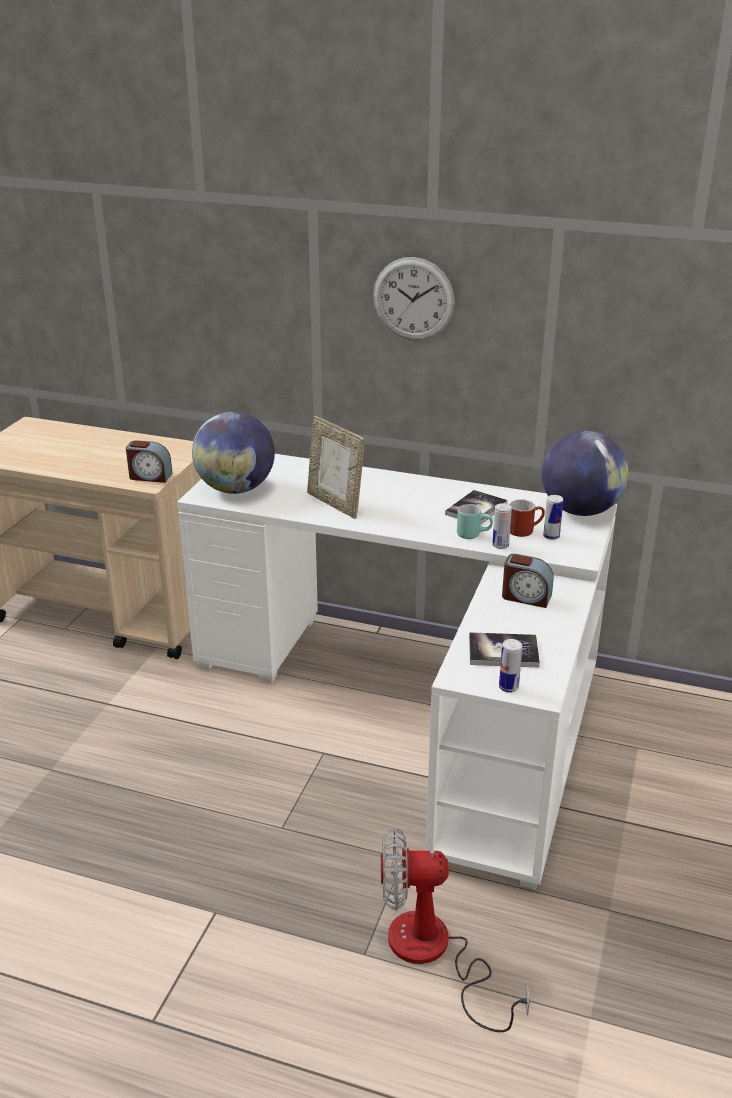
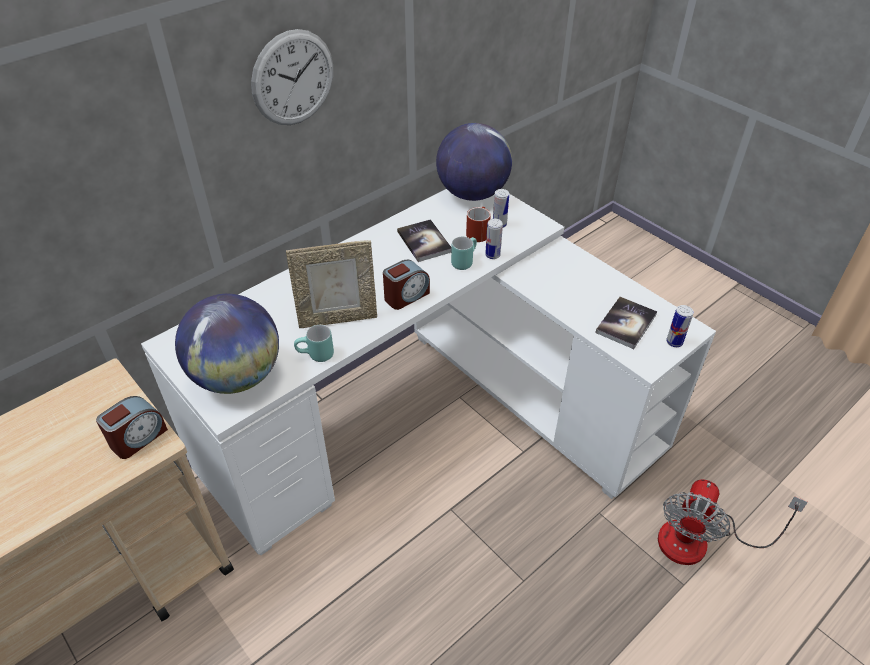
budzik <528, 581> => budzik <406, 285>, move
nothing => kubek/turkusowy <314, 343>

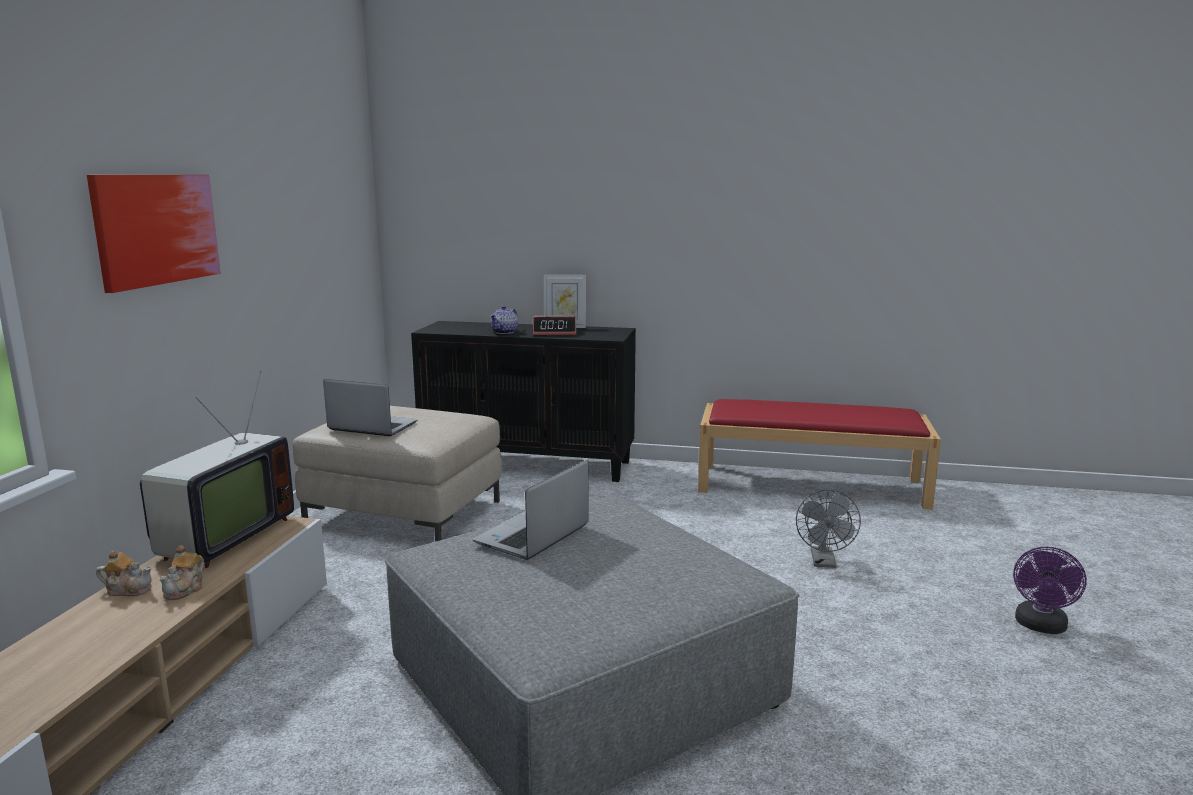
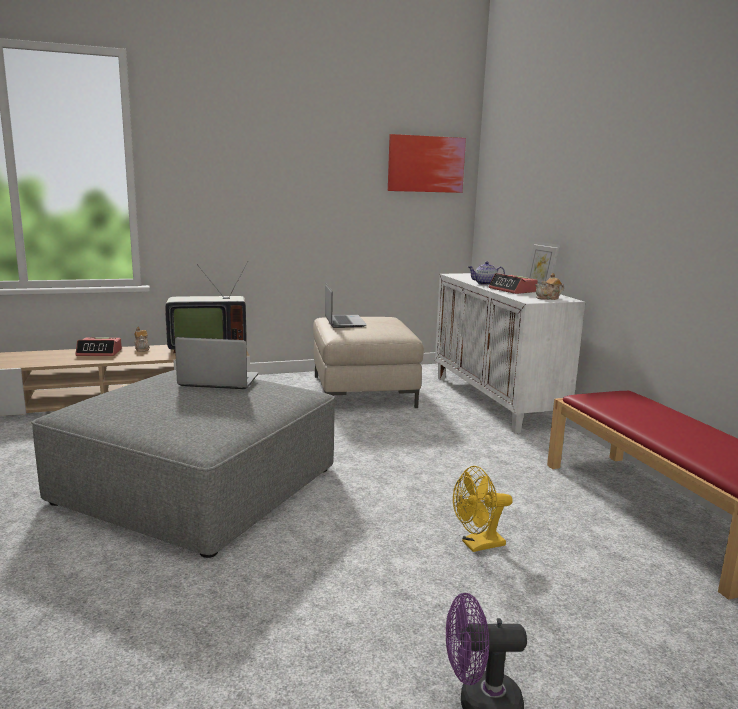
obraz <153, 234> => obraz <427, 163>, move
imbryk <181, 573> => imbryk <549, 286>, move
szafka/czarny <523, 401> => szafka/biały <510, 353>
wentylator/szary <828, 529> => wentylator/żółty <483, 509>
nothing => budzik <99, 347>

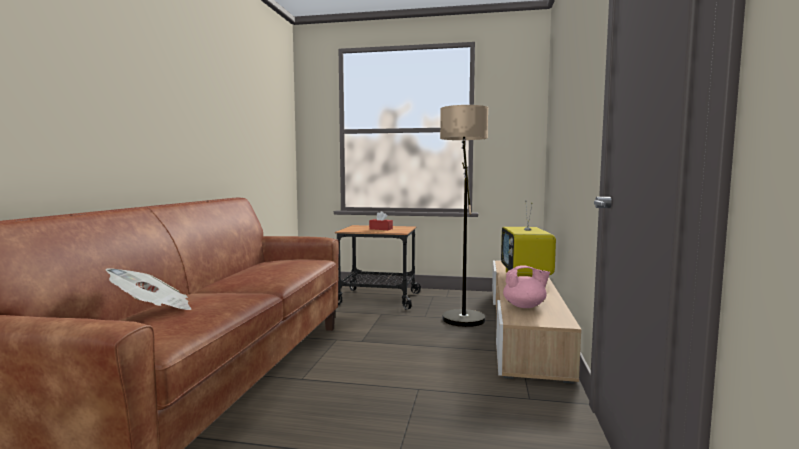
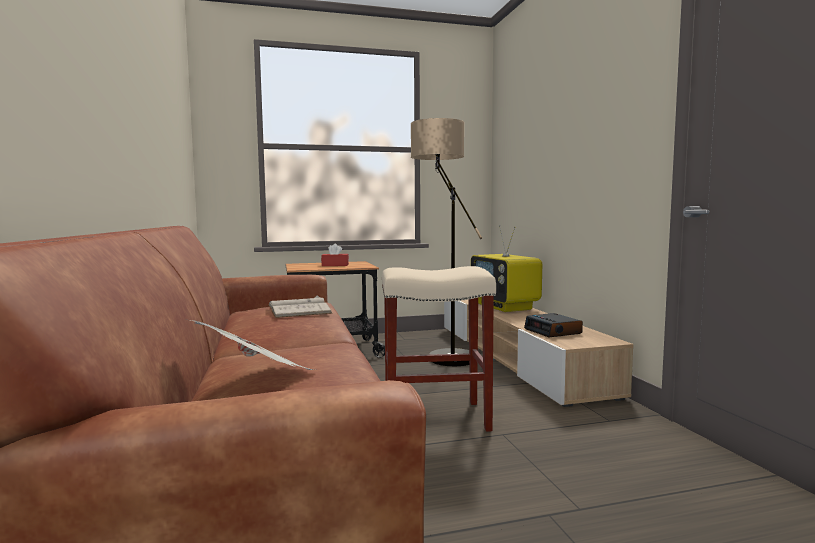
imbryk/różowy <526, 286> => budzik <553, 325>
nothing => książka/biały <300, 306>
nothing => stołek/beżowy <439, 349>

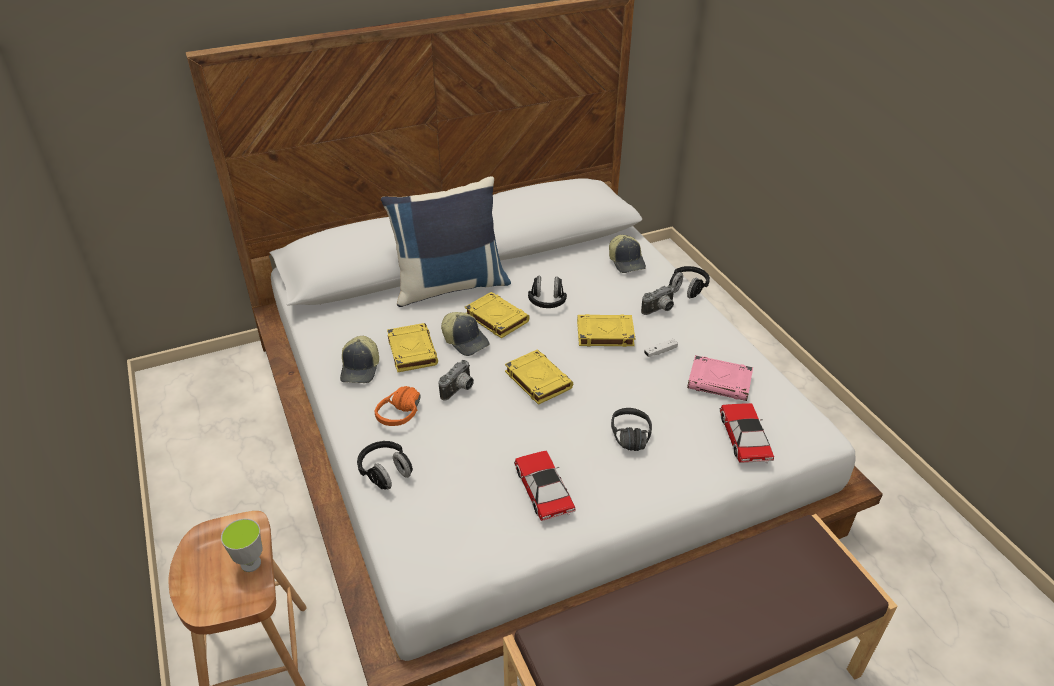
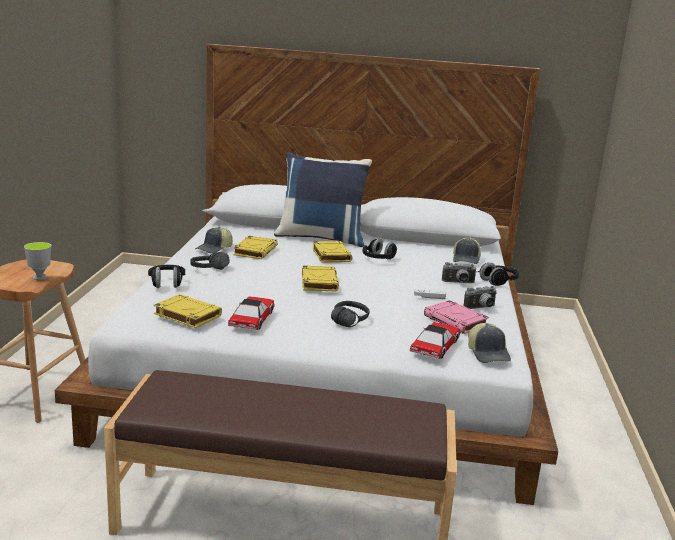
słuchawki/pomarańczowy <397, 406> => słuchawki/czarny <210, 261>
aparat fotograficzny <456, 380> => aparat fotograficzny <480, 297>, move
czapka z daszkiem <465, 334> => czapka z daszkiem <489, 343>, move
książka/żółty <606, 330> => książka/żółty <188, 311>, move

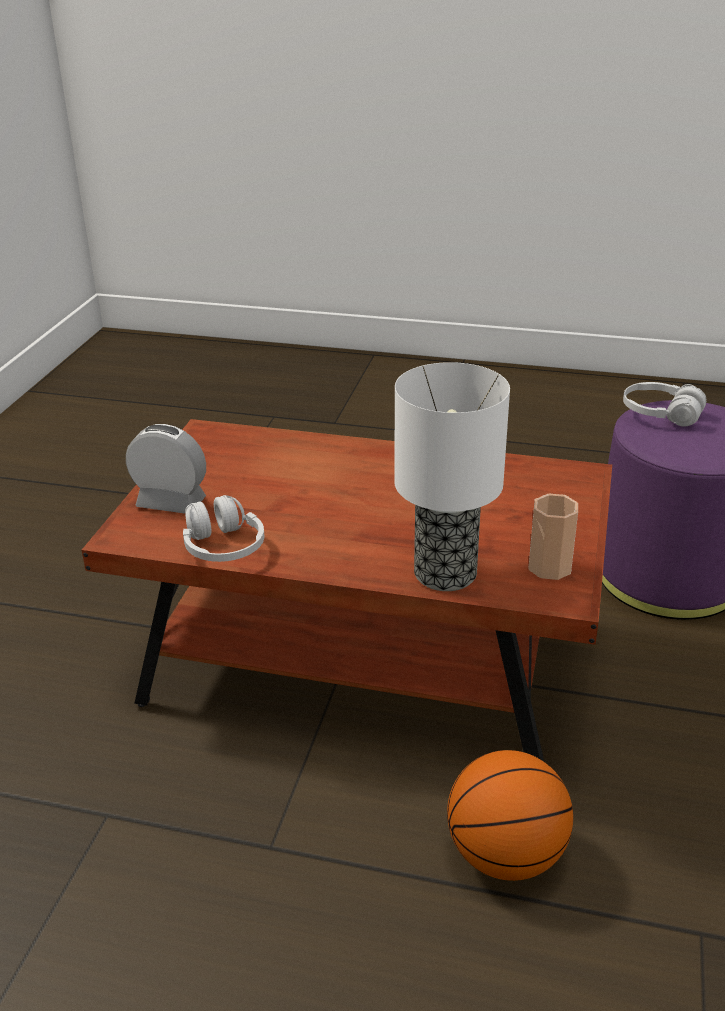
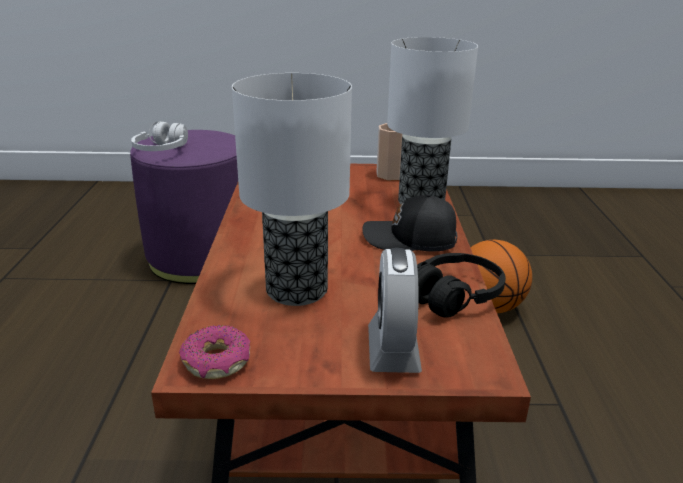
słuchawki/biały <224, 528> => słuchawki/czarny <461, 285>
nothing => donut <214, 352>
nothing => lampa stołowa <292, 189>
nothing => czapka z daszkiem/czarny <409, 223>

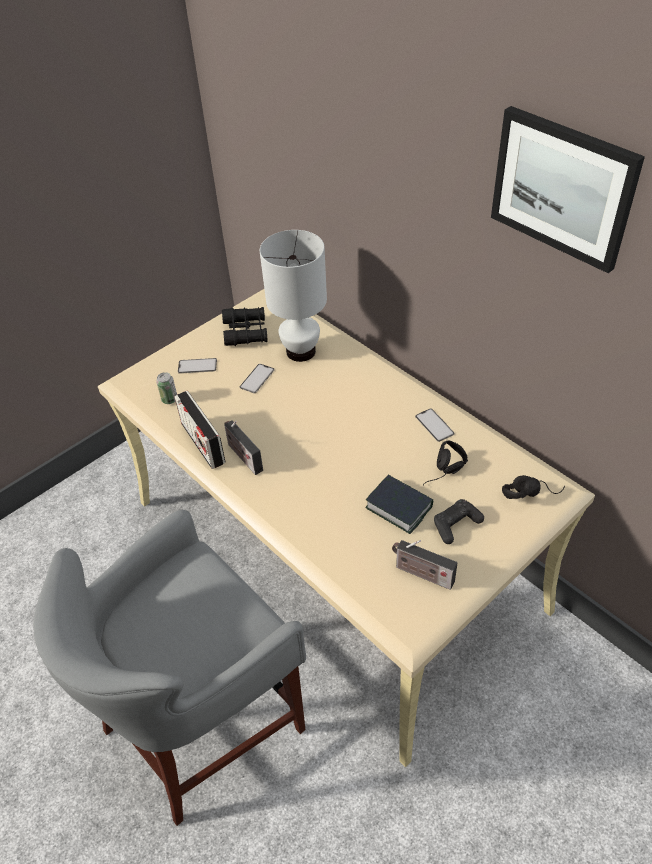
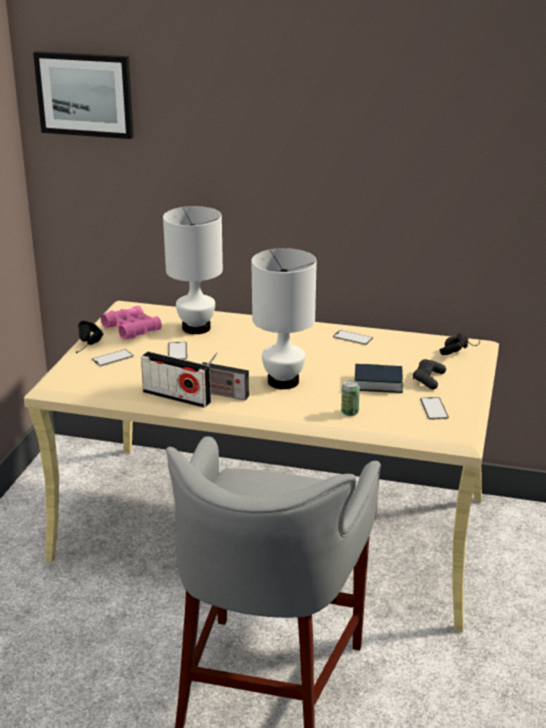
puszka <166, 388> => puszka <350, 398>, move
lornetka/czarny <245, 326> => lornetka/różowy <131, 323>
radio <424, 565> => telefon <434, 408>
słuchawki/czarny <445, 463> => słuchawki/czarny <89, 337>, move
obraz <568, 189> => obraz <83, 95>, move
nothing => lampa stołowa/biały <284, 318>

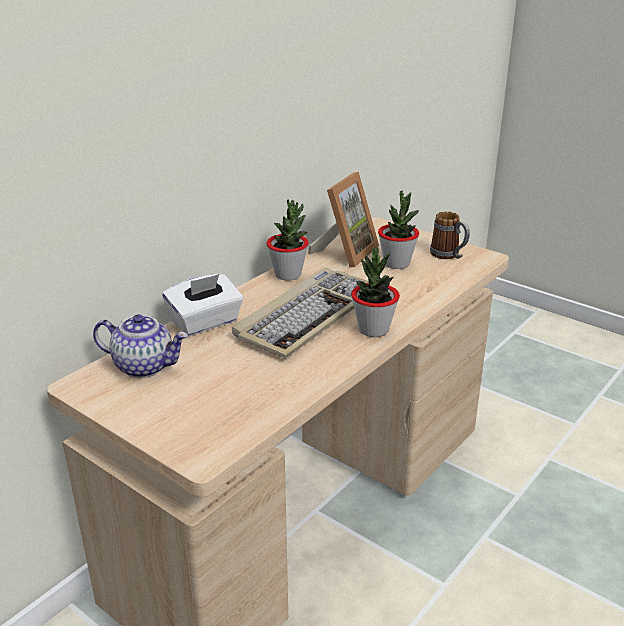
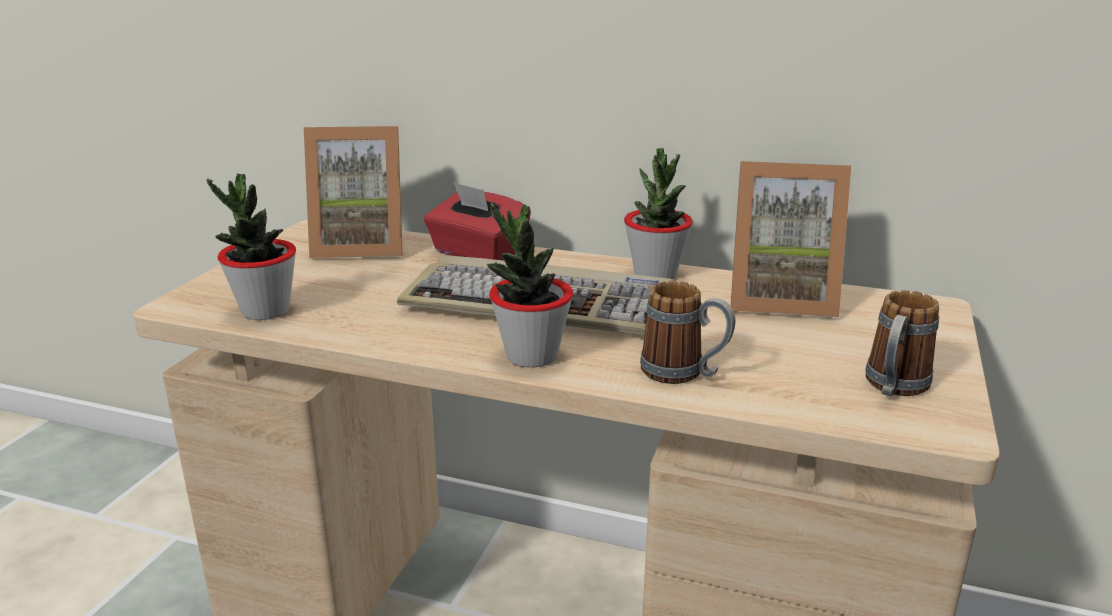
imbryk <140, 346> => ramka na zdjęcie <353, 192>
pudełko chusteczek/biały <203, 305> => pudełko chusteczek/czerwony <477, 221>
roślina doniczkowa <398, 229> => roślina doniczkowa <251, 247>, move
nothing => kubek <687, 332>

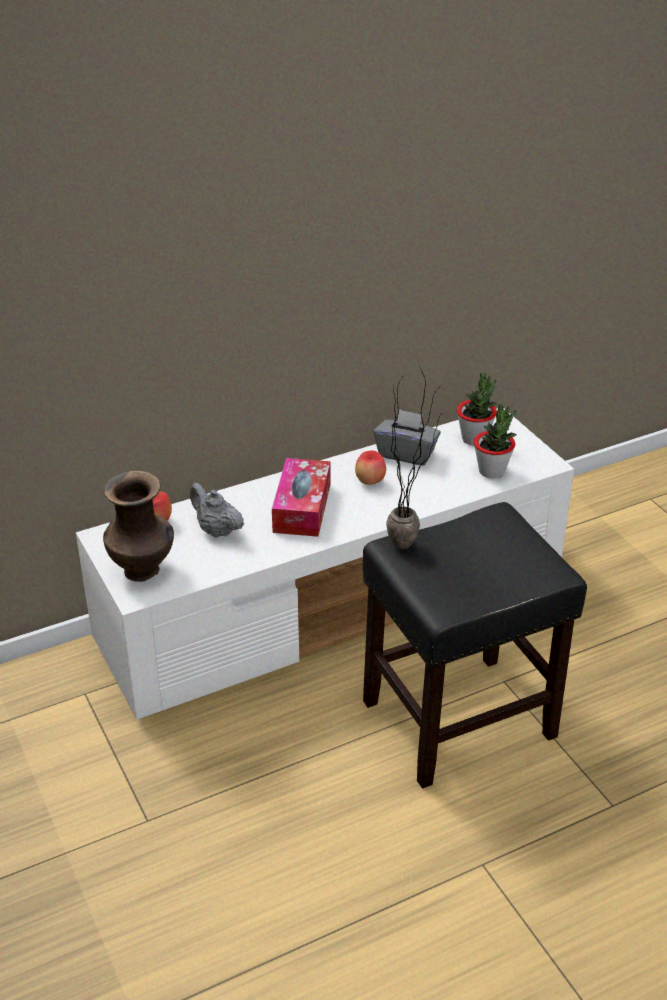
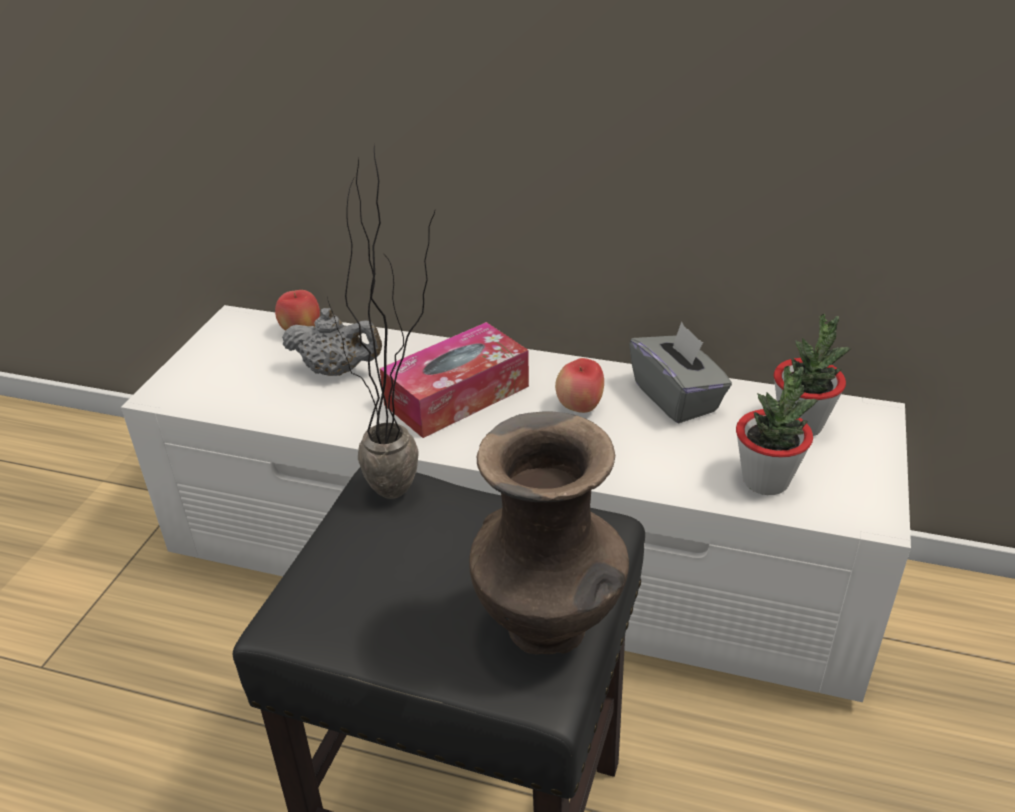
wazon/brązowy <138, 526> => wazon/brązowy <549, 532>, move
imbryk/szary <217, 510> => imbryk/szary <332, 342>, 105 degrees clockwise

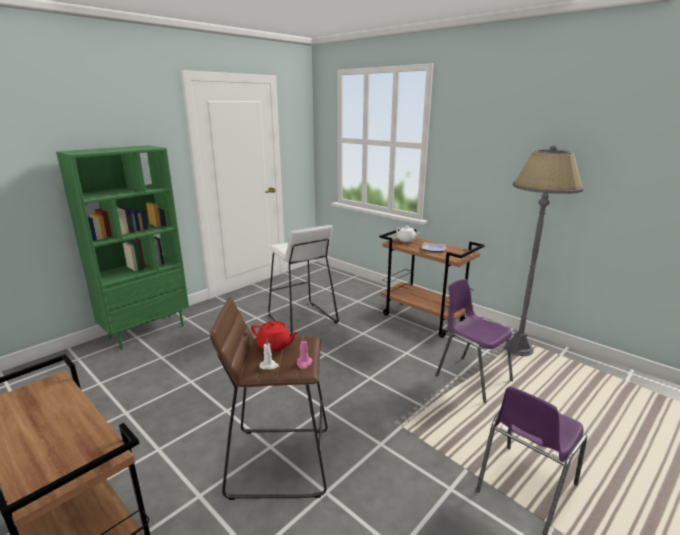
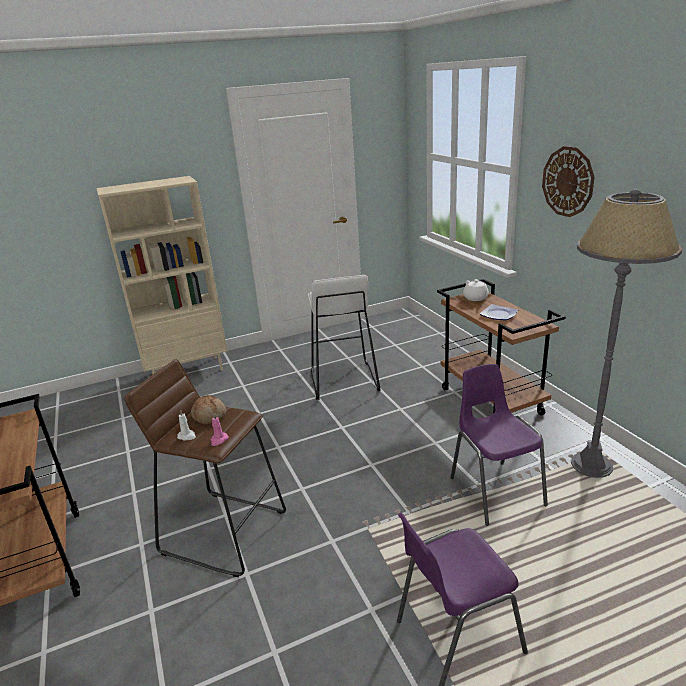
regał/zielony <122, 247> => regał/beżowy <162, 275>
imbryk/czerwony <275, 336> => chleb <209, 409>
nothing => zegar ścienny <568, 181>

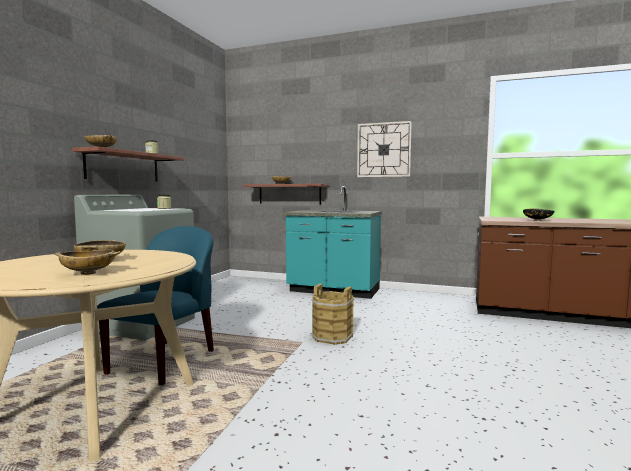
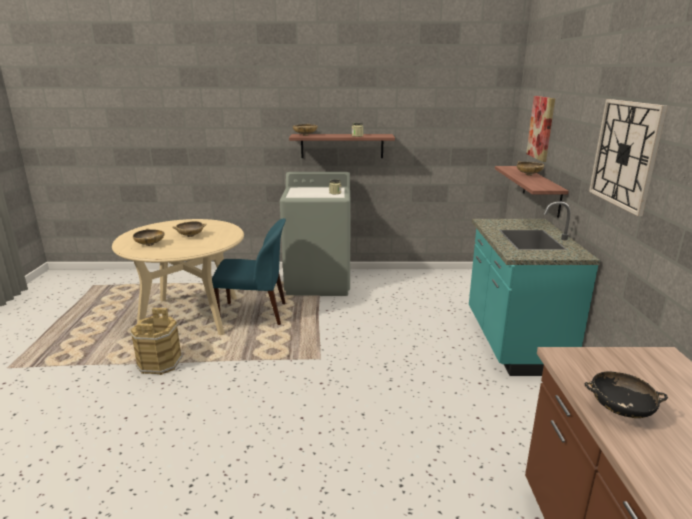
wiadro/brązowy <332, 314> => wiadro/brązowy <156, 341>, move
nothing => obraz <540, 129>

